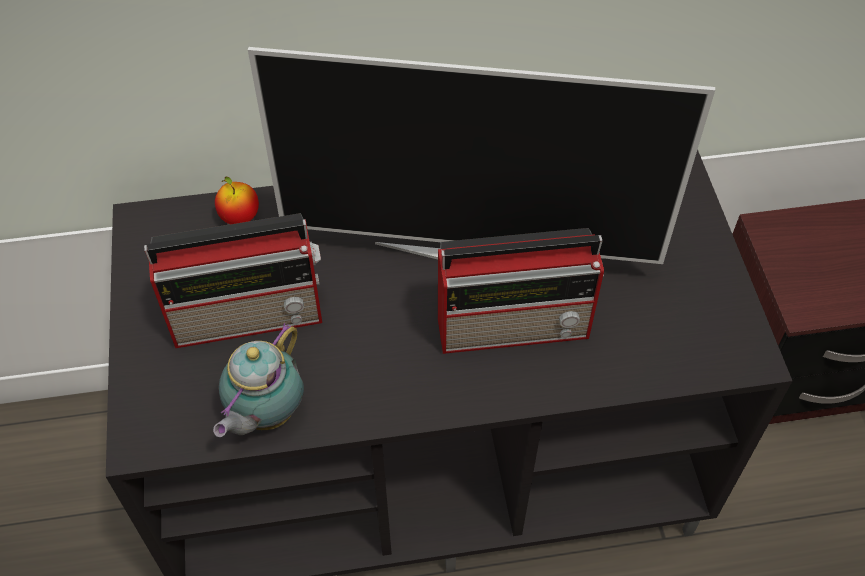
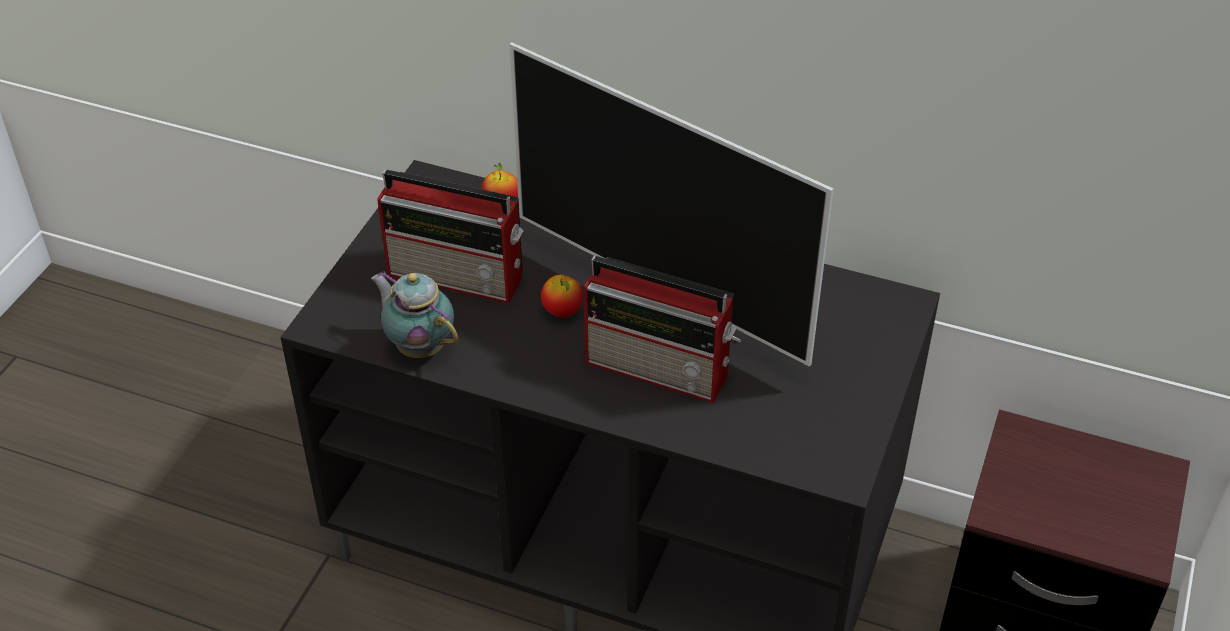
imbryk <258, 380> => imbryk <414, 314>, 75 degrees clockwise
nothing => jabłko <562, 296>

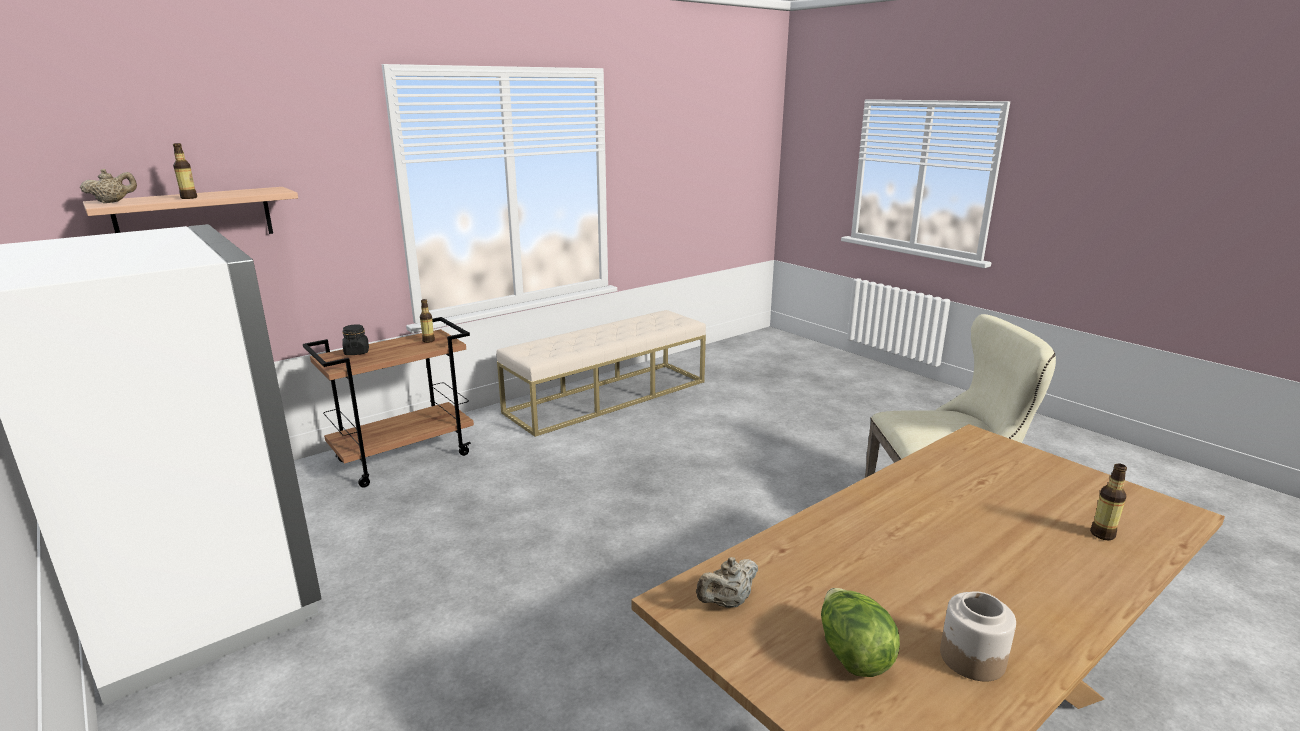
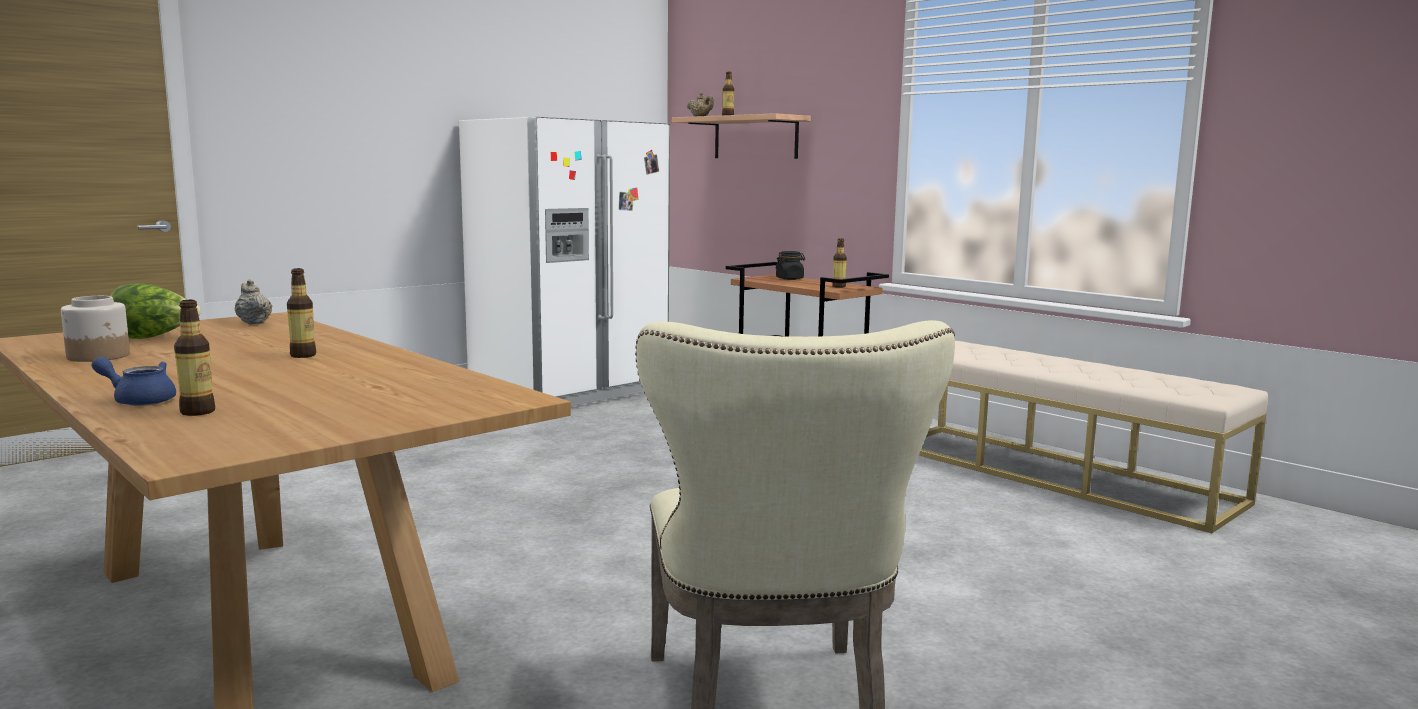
nothing => imbryk/niebieski <133, 381>
nothing => butelka <301, 313>

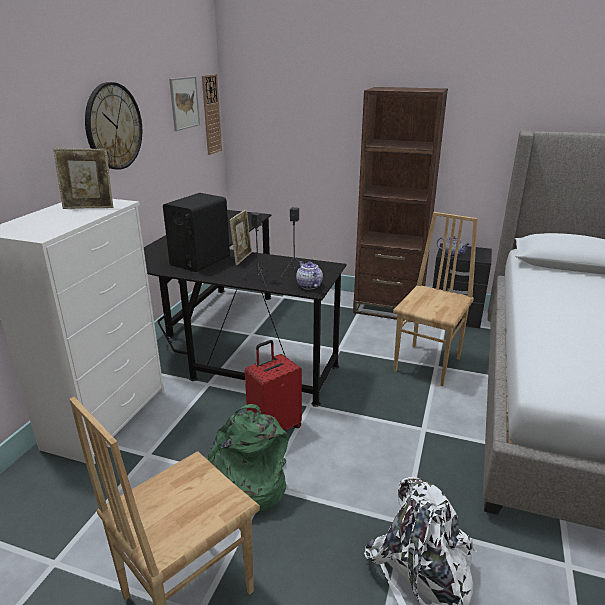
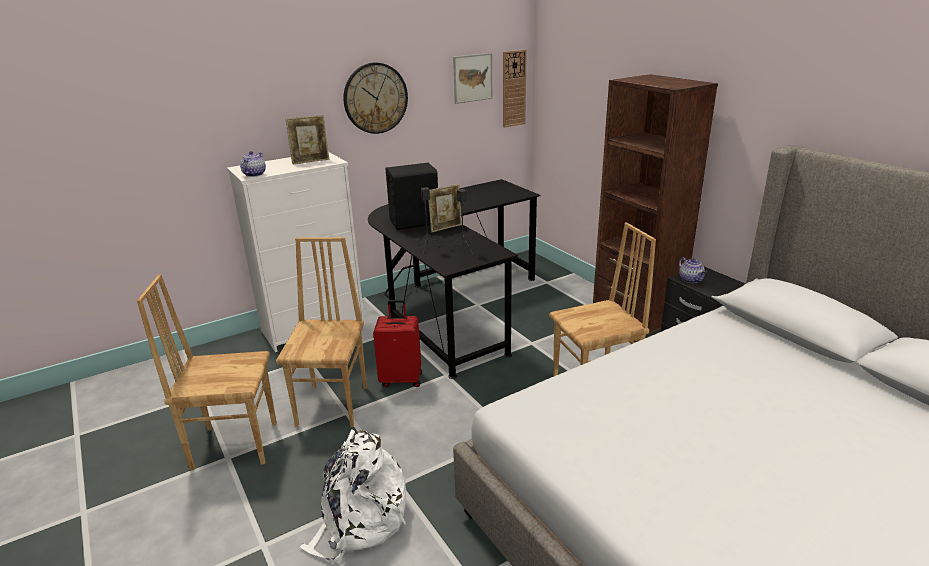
ramka na zdjęcie <83, 178> => ramka na zdjęcie <307, 140>, 60 degrees counterclockwise
plecak/zielony <247, 458> => krzesło/brązowy <321, 332>
imbryk <309, 275> => imbryk <253, 164>, move

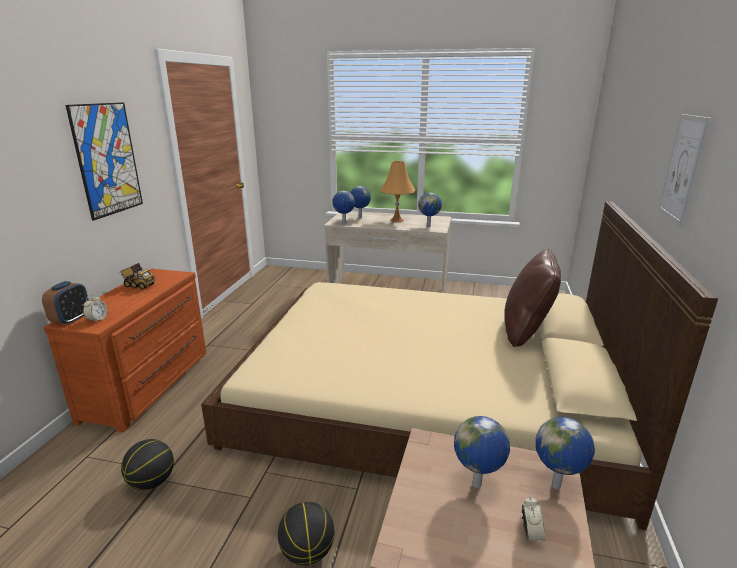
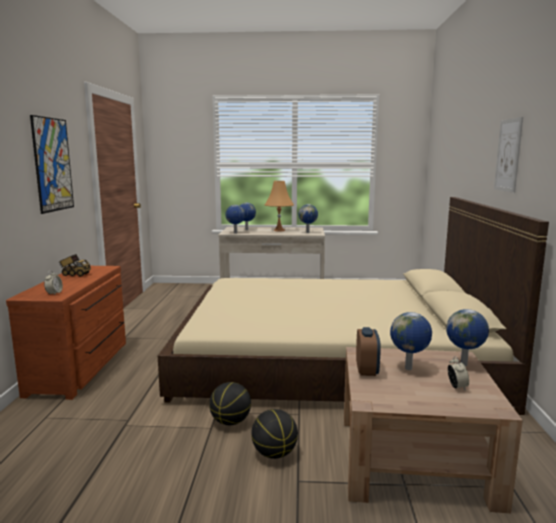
budzik <65, 303> => budzik <368, 351>, move
piłka do koszykówki <147, 464> => piłka do koszykówki <230, 403>, move
poduszka/brązowy <532, 298> => nothing

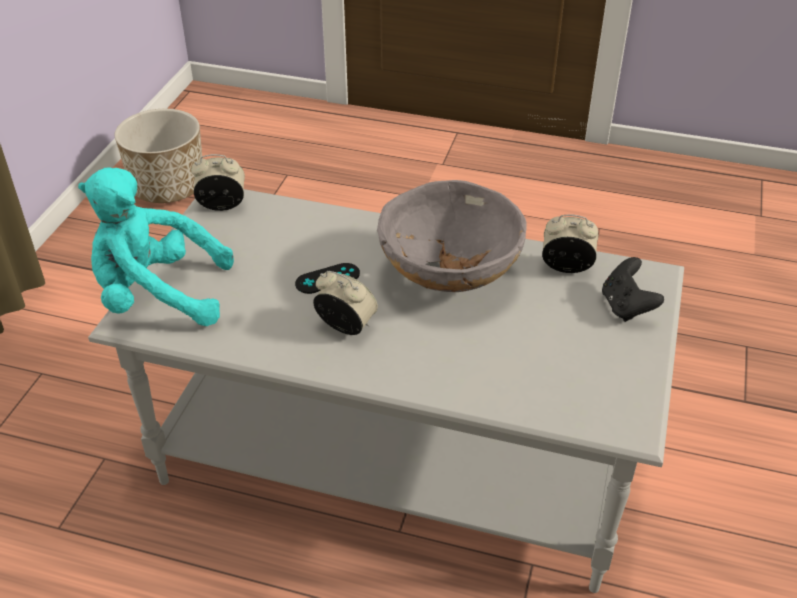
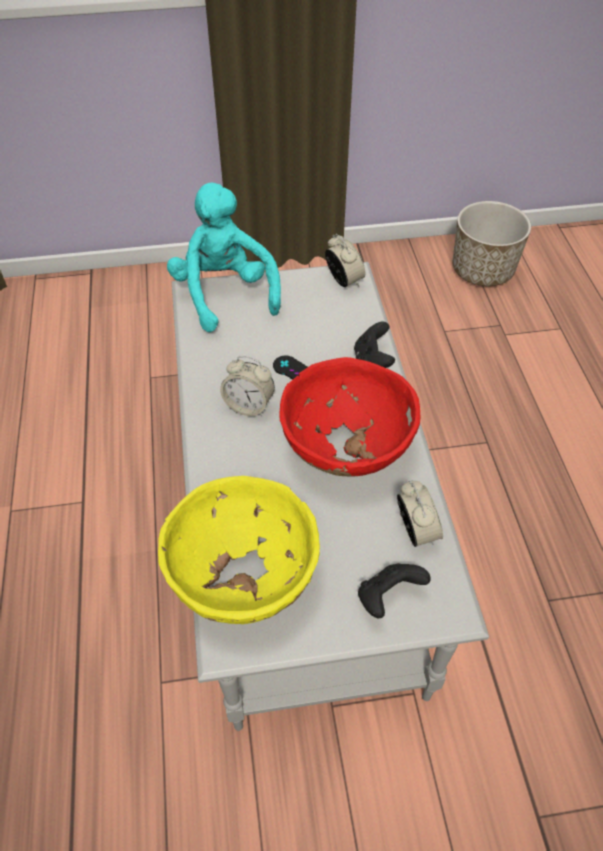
budzik <345, 303> => budzik <247, 386>, 105 degrees clockwise
miska/szary <452, 236> => miska/czerwony <349, 417>
nothing => miska/żółty <239, 550>
nothing => pad do gier/czarny <374, 344>

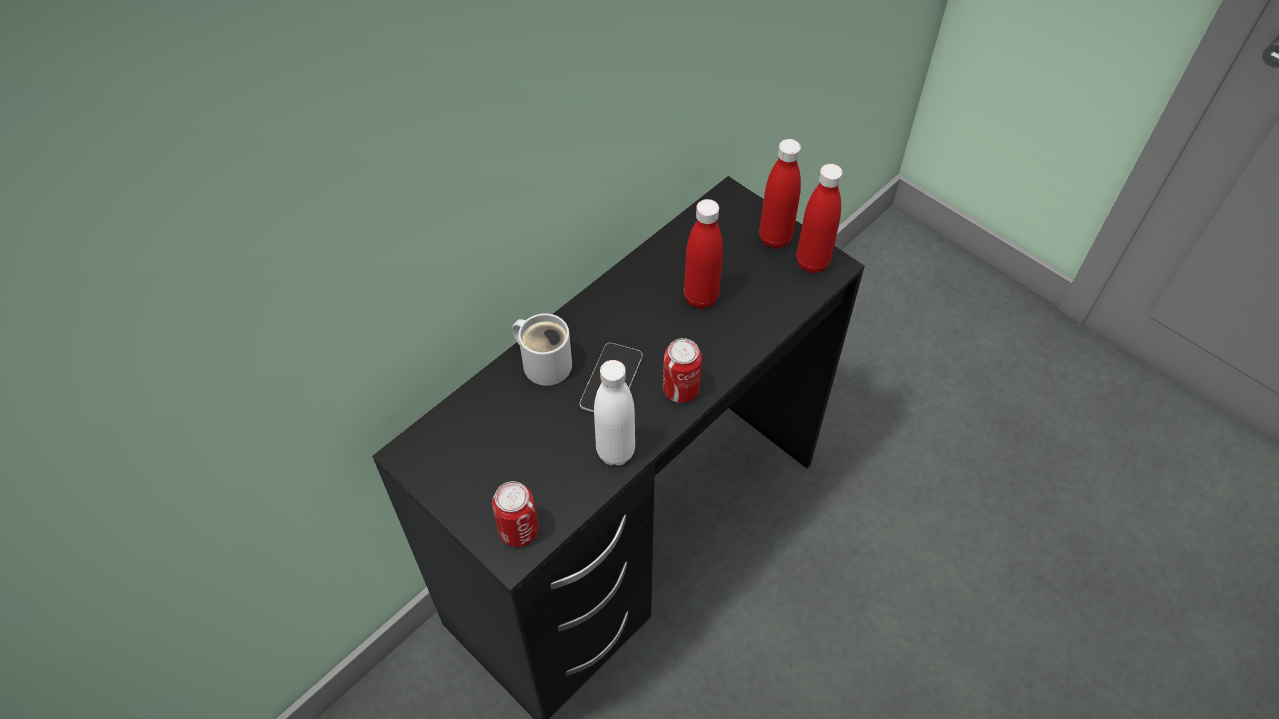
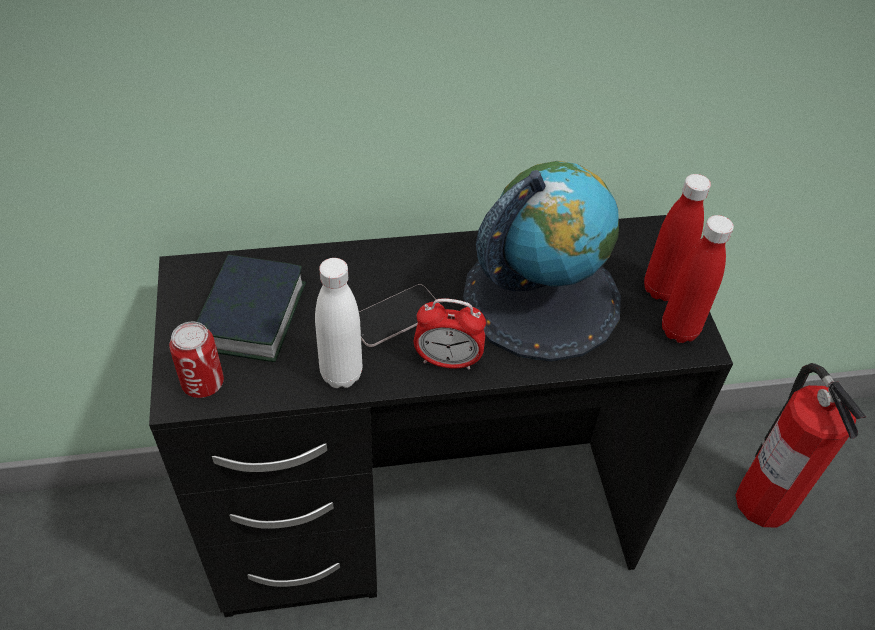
kubek/biały <542, 349> => nothing
puszka <682, 370> => budzik <450, 334>
butelka/czerwony <703, 254> => globus <542, 261>
nothing => książka <251, 308>
nothing => gaśnica <800, 445>

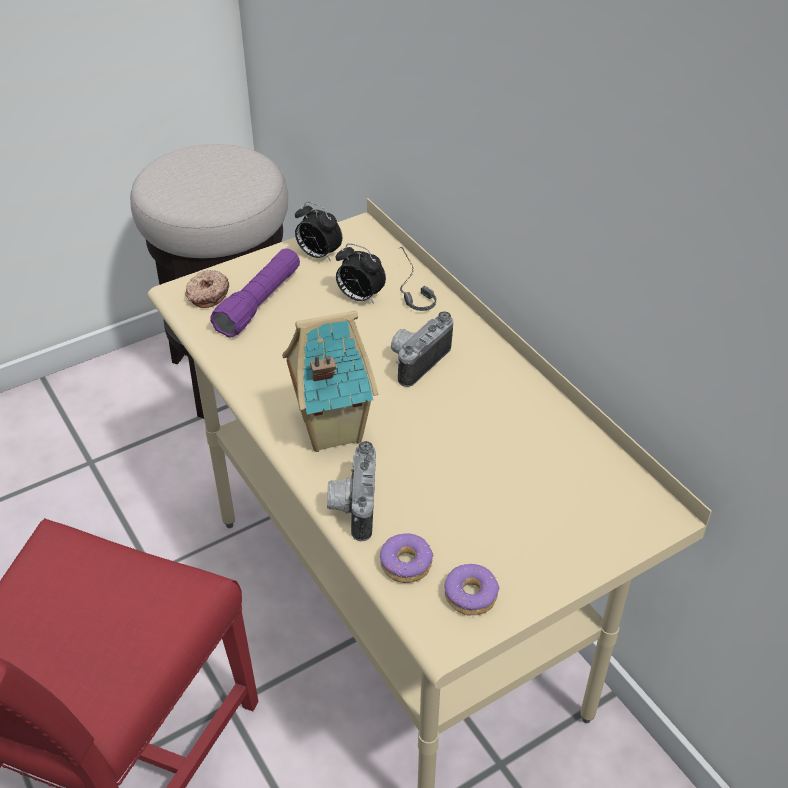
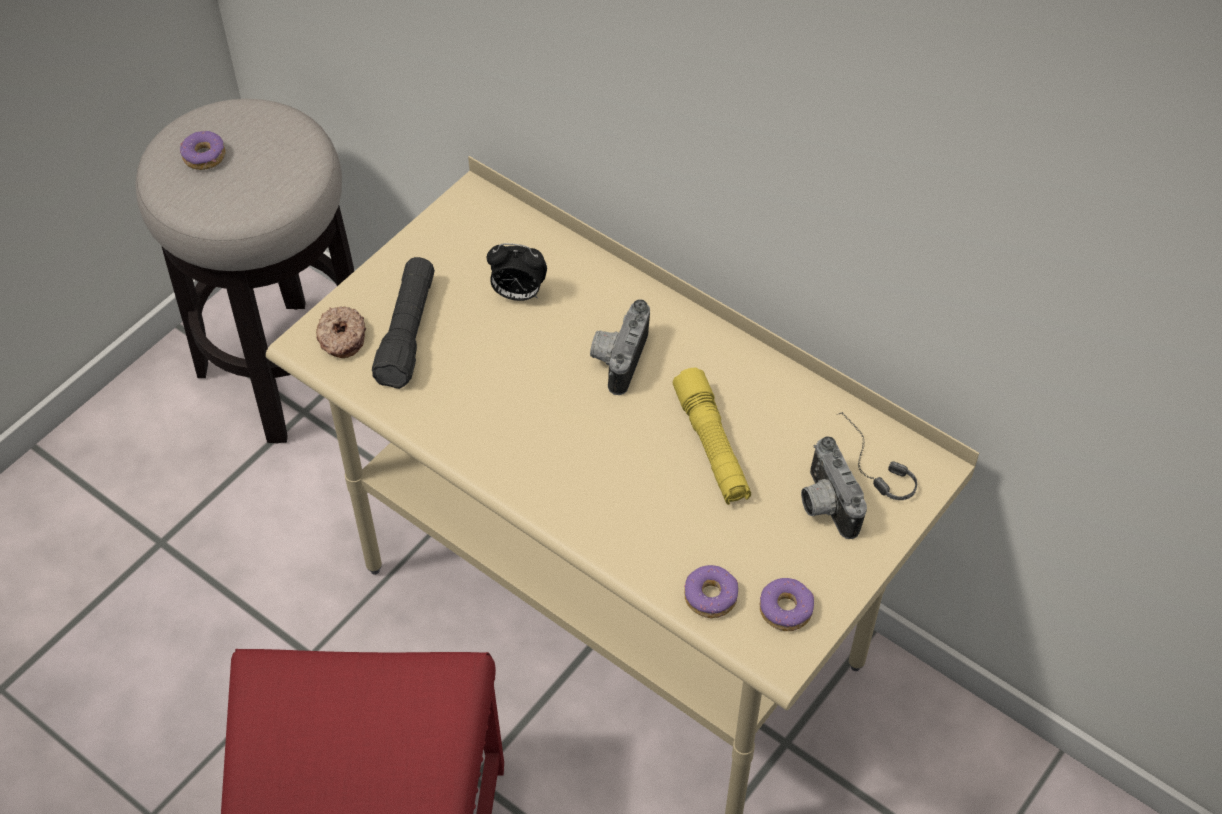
latarka/fioletowy <255, 293> => latarka/czarny <403, 323>
domek <330, 381> => nothing
budzik <318, 232> => nothing
aparat fotograficzny <351, 491> => aparat fotograficzny <834, 487>, move
słuchawki <417, 279> => słuchawki <877, 456>, move
nothing => donut <203, 150>
nothing => latarka/żółty <712, 436>

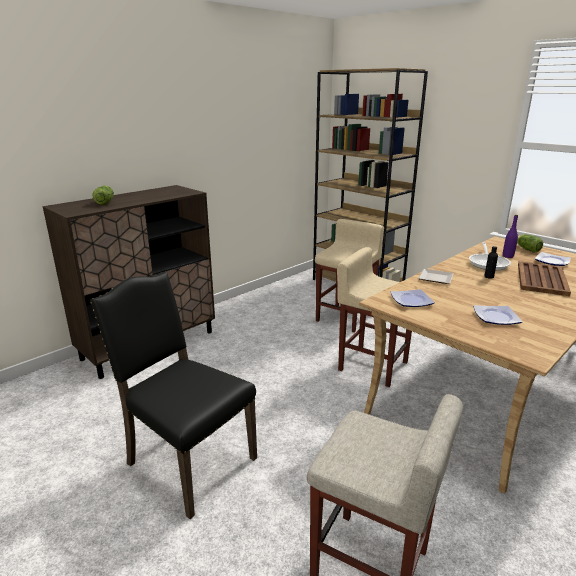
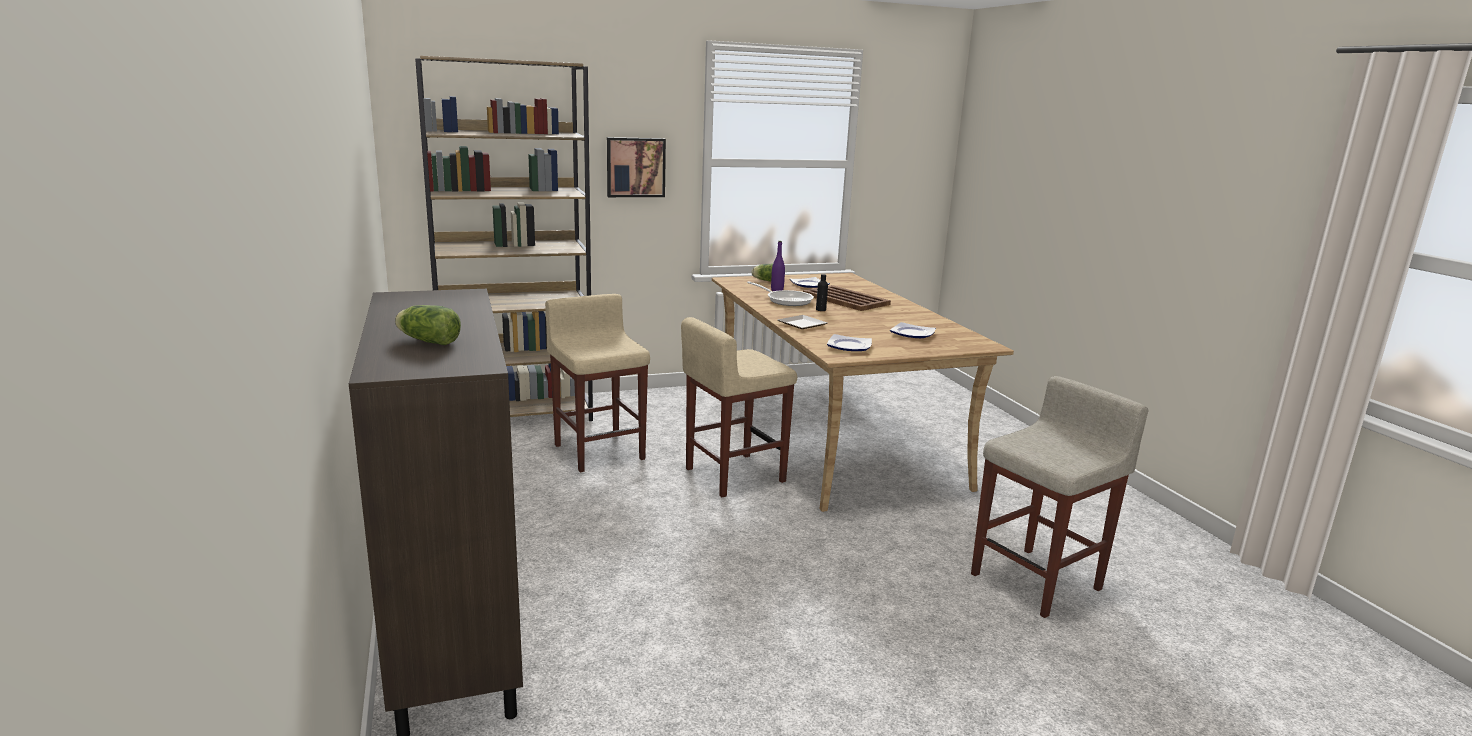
krzesło/czarny <173, 395> => nothing
nothing => obraz <636, 167>

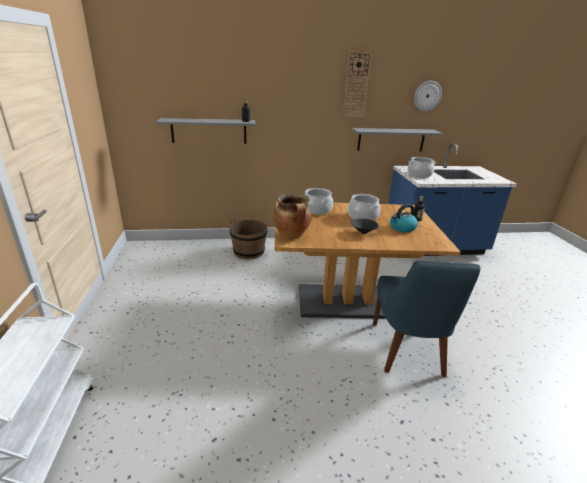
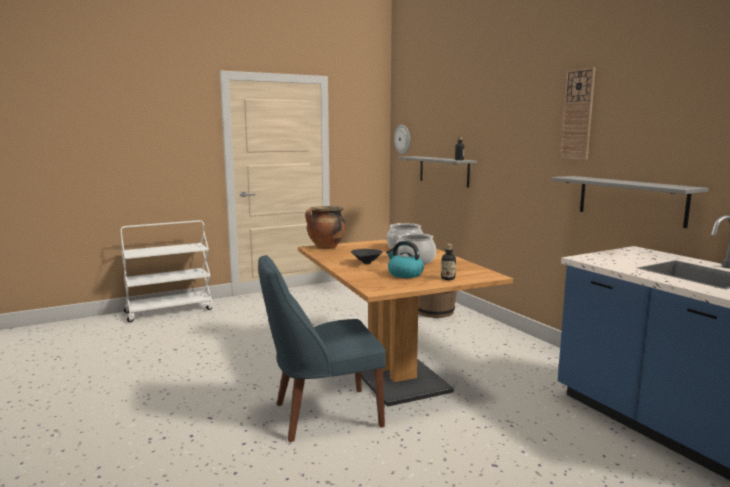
garnek <421, 167> => nothing
zegar ścienny <428, 96> => zegar ścienny <402, 139>, move

